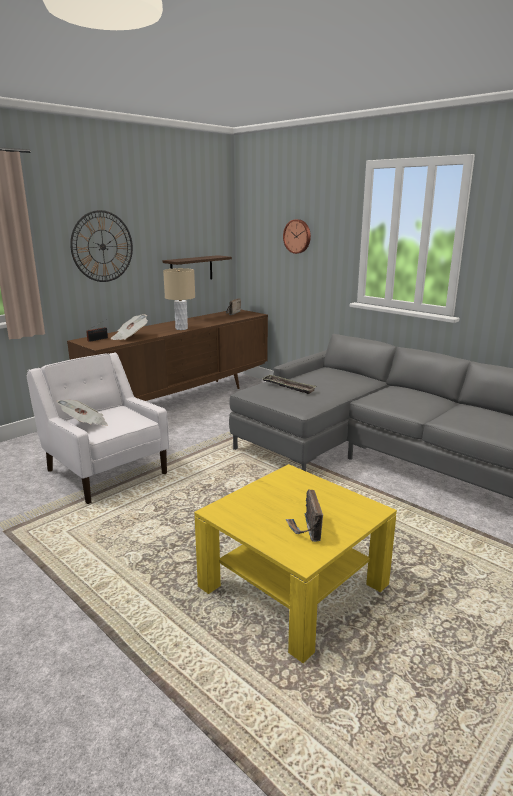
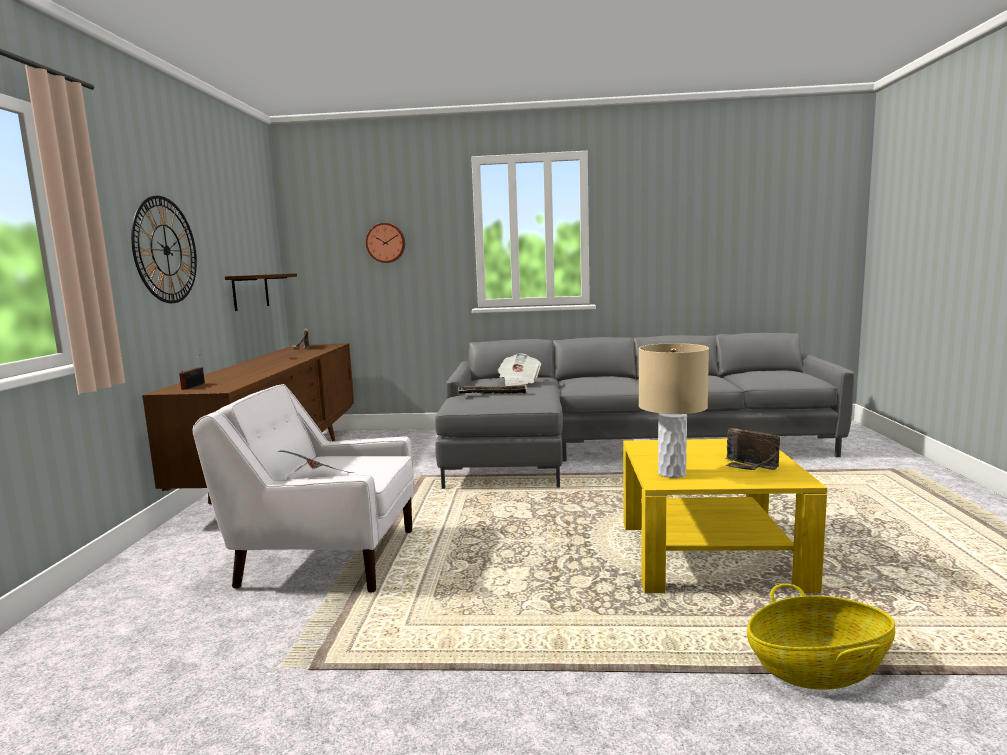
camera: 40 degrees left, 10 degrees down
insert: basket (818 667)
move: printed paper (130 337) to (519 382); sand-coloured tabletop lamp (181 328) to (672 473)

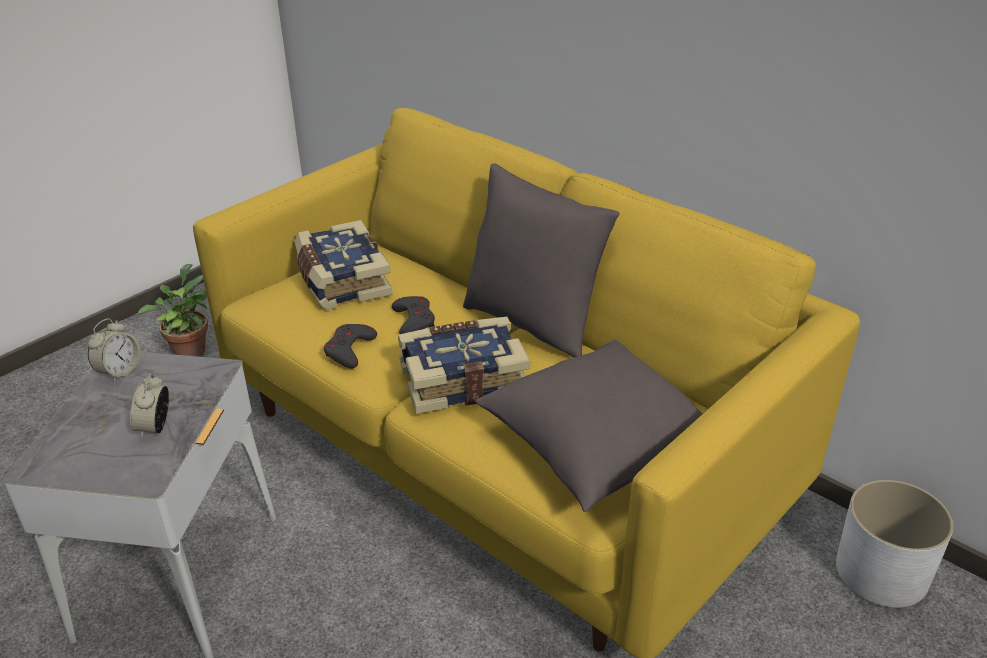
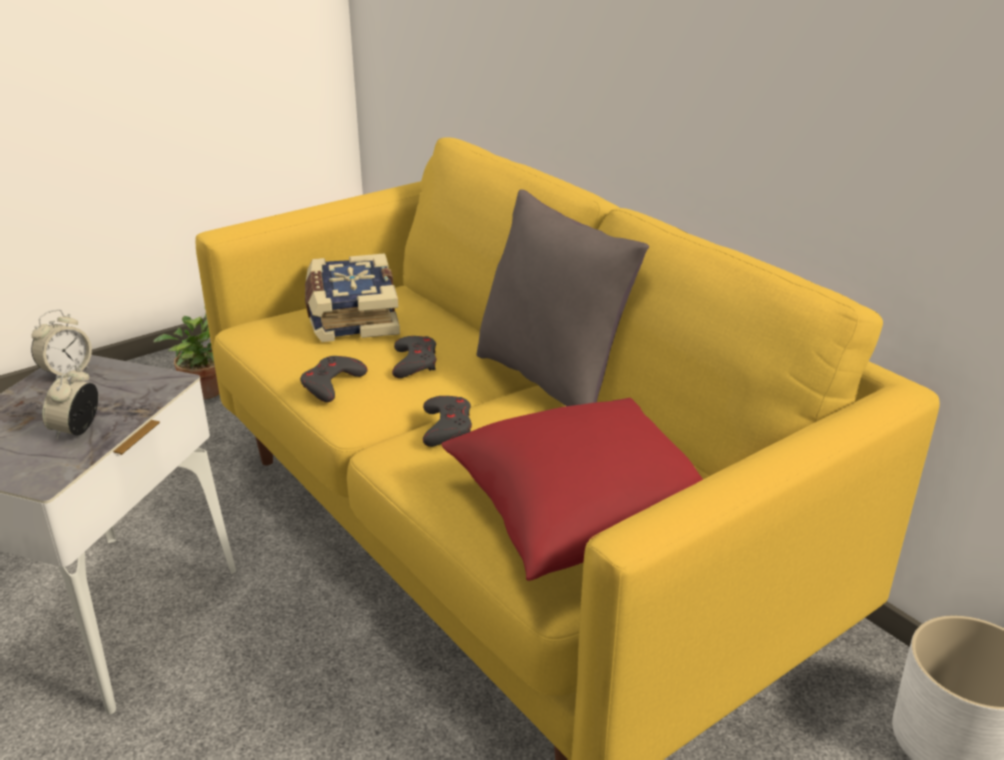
camera: 10 degrees right, 5 degrees down
replace: book (462 379) to greyish joypad (447 426)
recolor: greyish pillow (598 448) to red pillow (582 518)

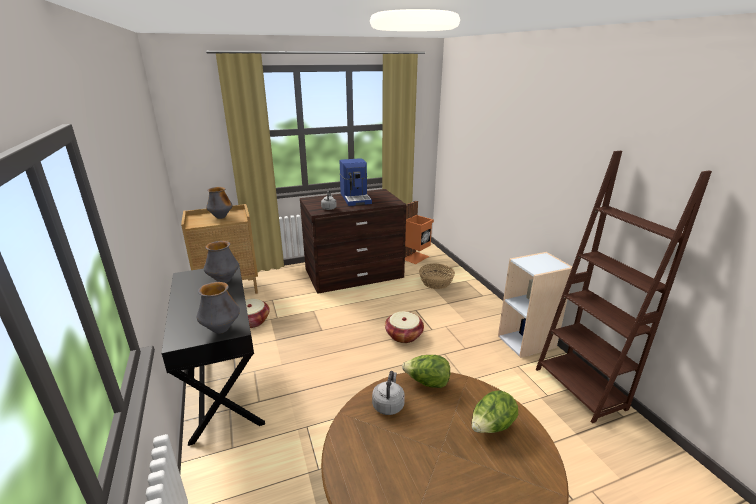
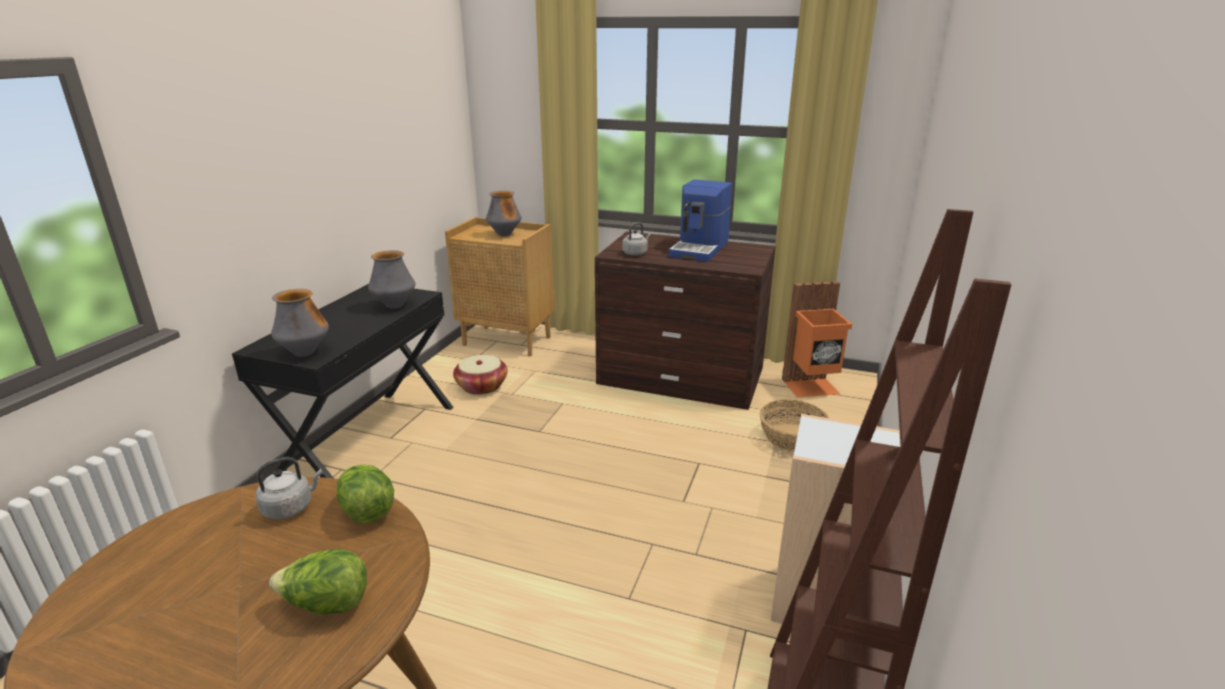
camera: 40 degrees right, 0 degrees up
delete: basket (404 335)

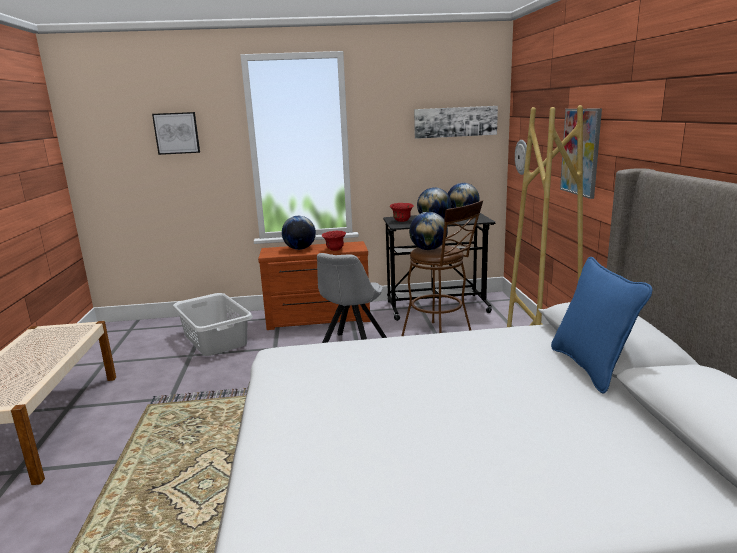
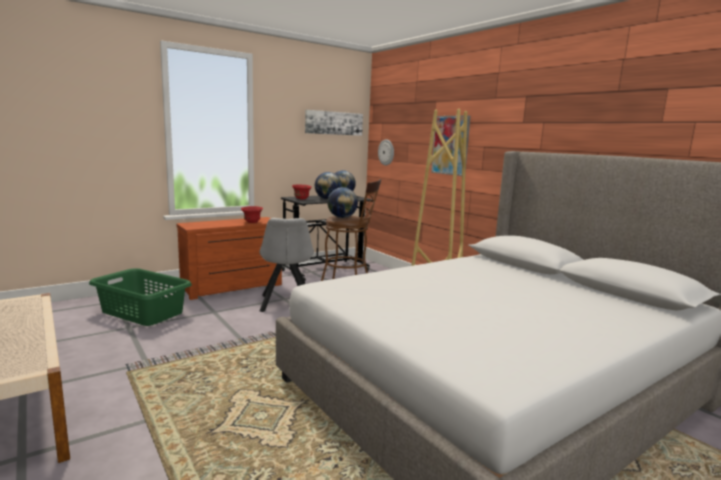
camera: 30 degrees left, 5 degrees down
delete: wall art (176 133); desk globe (300 249); blue-coloured pillow (591 367)
recolor: greyish washing basket (214 340) to greenish washing basket (142 313)

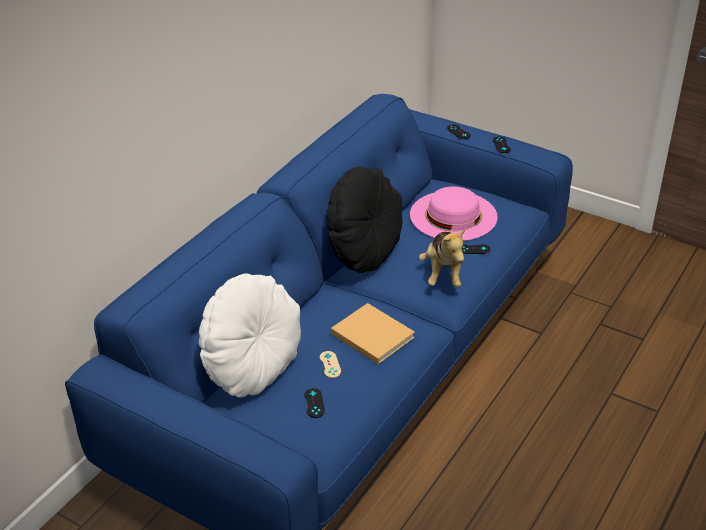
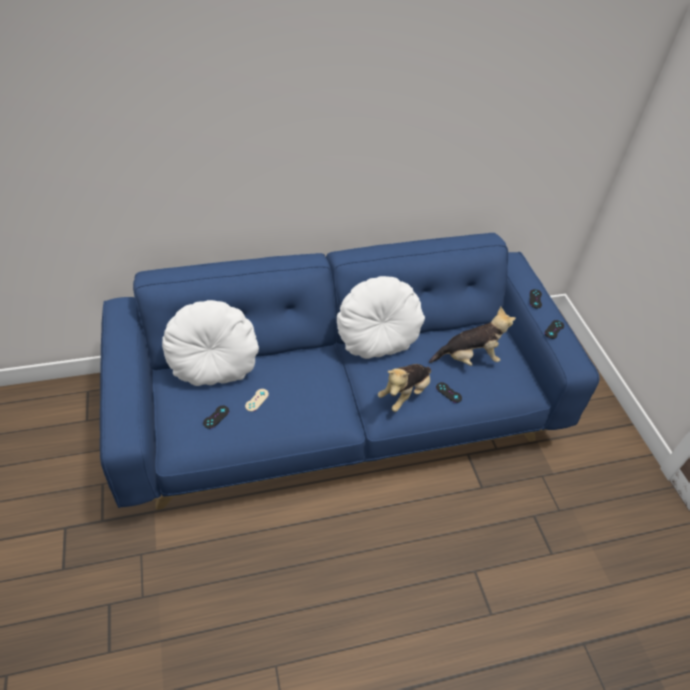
camera: 40 degrees right, 10 degrees up
delete: sand-coloured book (371 334)
replace: pink clothing hat (453 215) to cuddly toy (469 358)
recolor: blackish pillow (365 256) to white pillow (376 345)

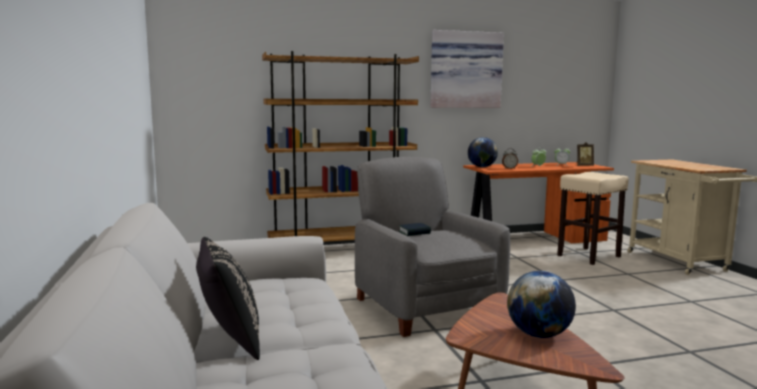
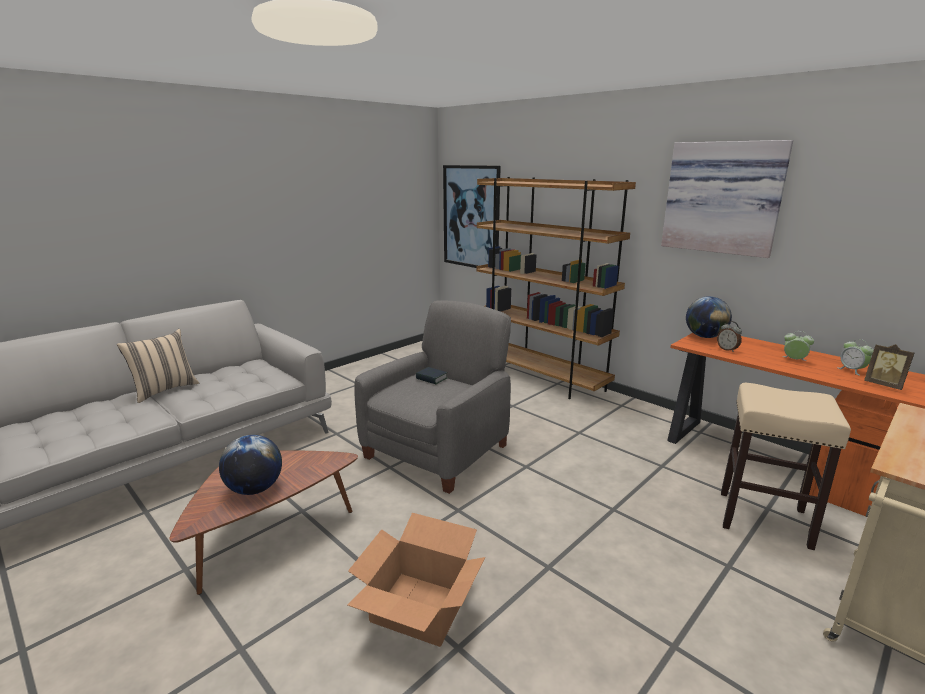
camera: 60 degrees right, 10 degrees up
insert: carton (419 608); wall art (471 217)
recolor: blackish pillow (229 341) to sand-coloured pillow (164 390)

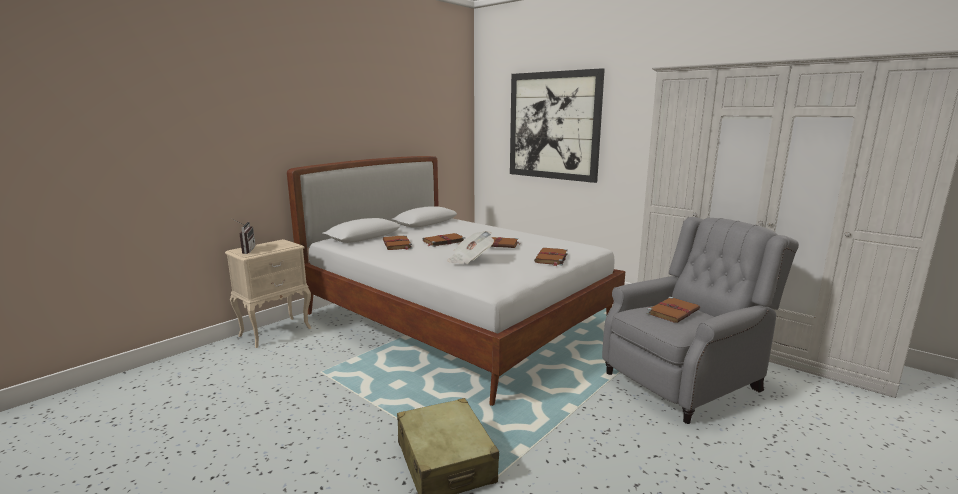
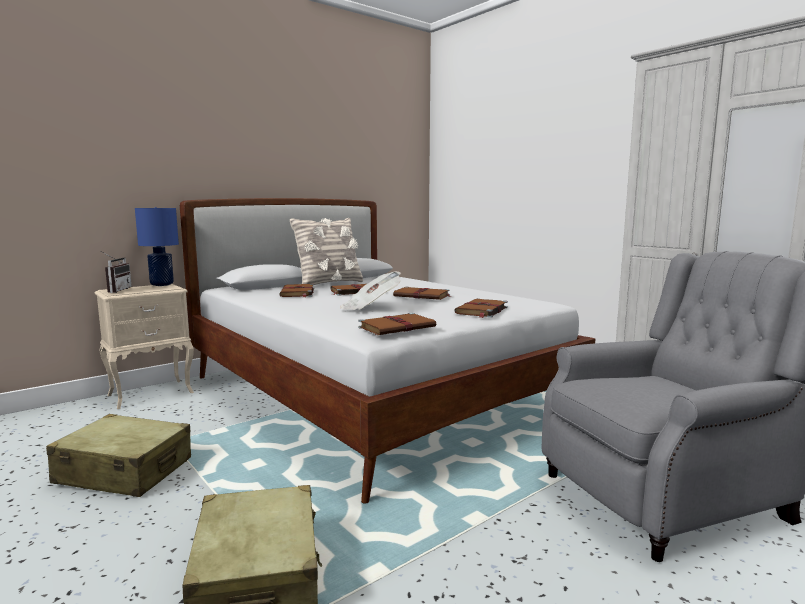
camera: 10 degrees right, 5 degrees down
delete: wall art (553 126)
insert: sand-coloured travel case (124 471); blue-coloured tabletop lamp (161 285); sand-coloured pillow (329 284)
move: brownish book (673 312) to (398 327)

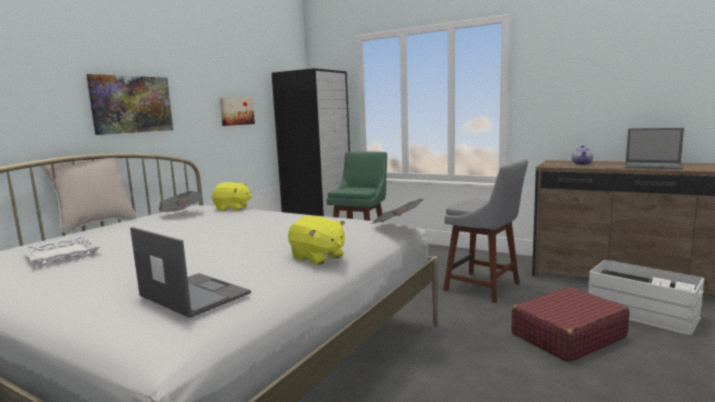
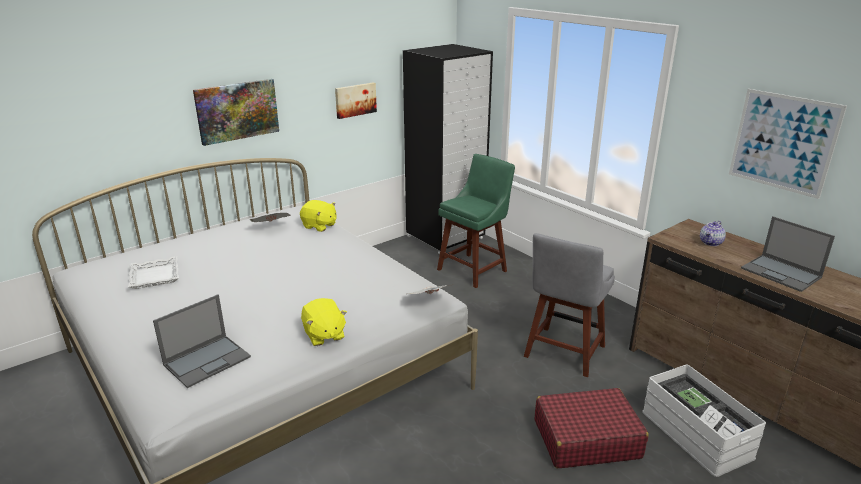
camera: 20 degrees right, 15 degrees up
delete: sand-coloured pillow (96 224)
insert: wall art (783 142)
rotate: notebook computer (193 294) = (208 360) 75 degrees clockwise; greyish chair (485 287) = (562 353) 60 degrees clockwise

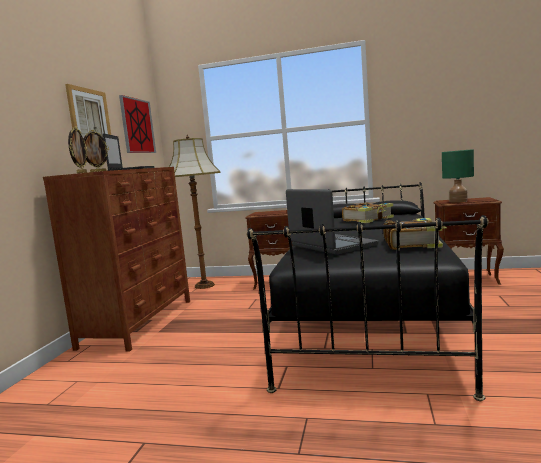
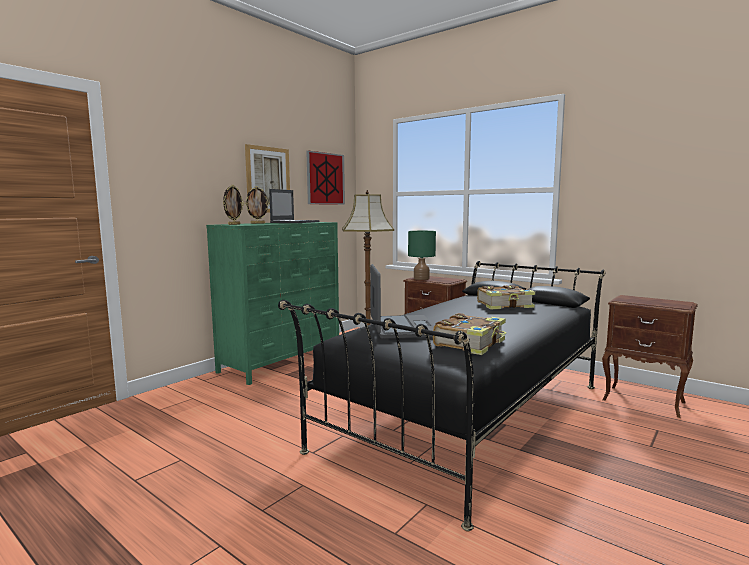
camera: 25 degrees right, 0 degrees up
move: greenish tabletop lamp (458 201) to (421 278)
recolor: brownish drawer chest (139 322) to greenish drawer chest (281 362)

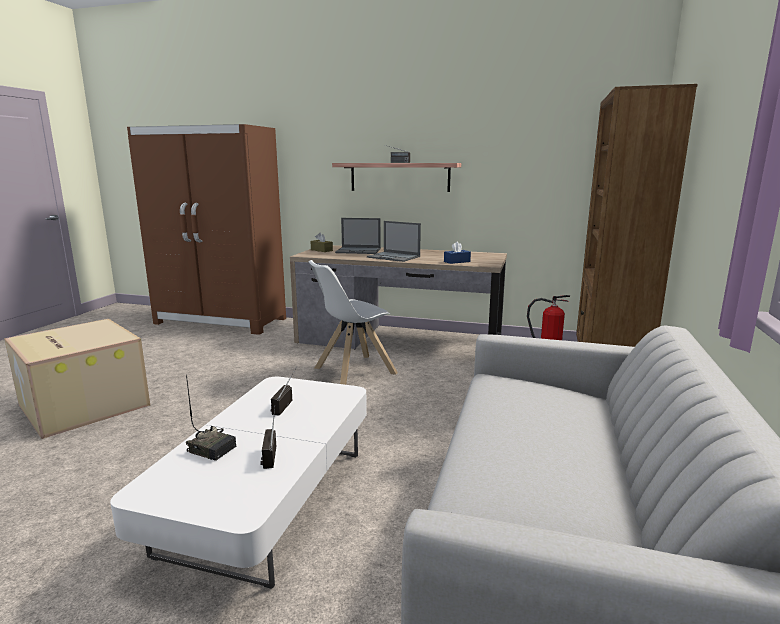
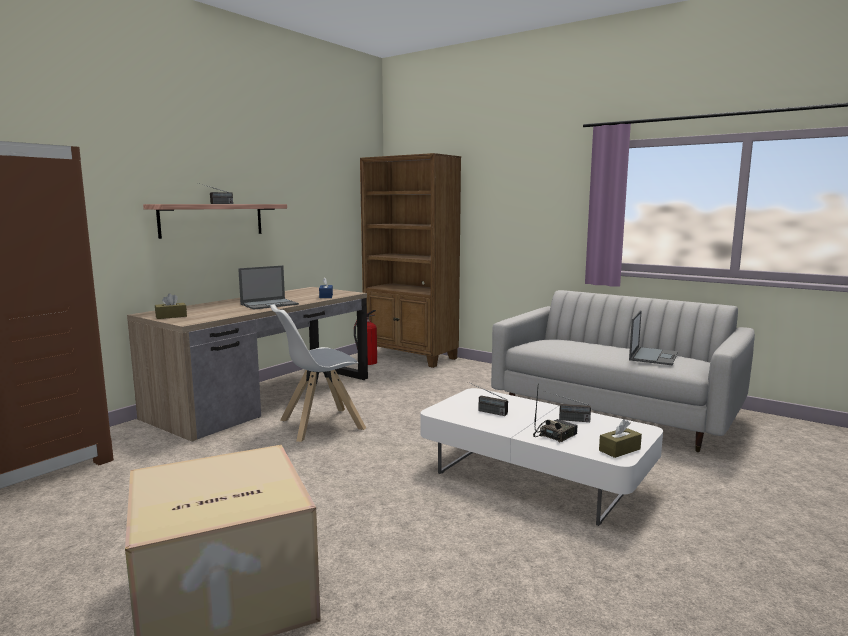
camera: 70 degrees left, 5 degrees down
insert: brownish tissue holder (619 450)
move: notebook computer (359 251) to (653 356)
rotate: chair (352 371) = (319 425) 75 degrees clockwise

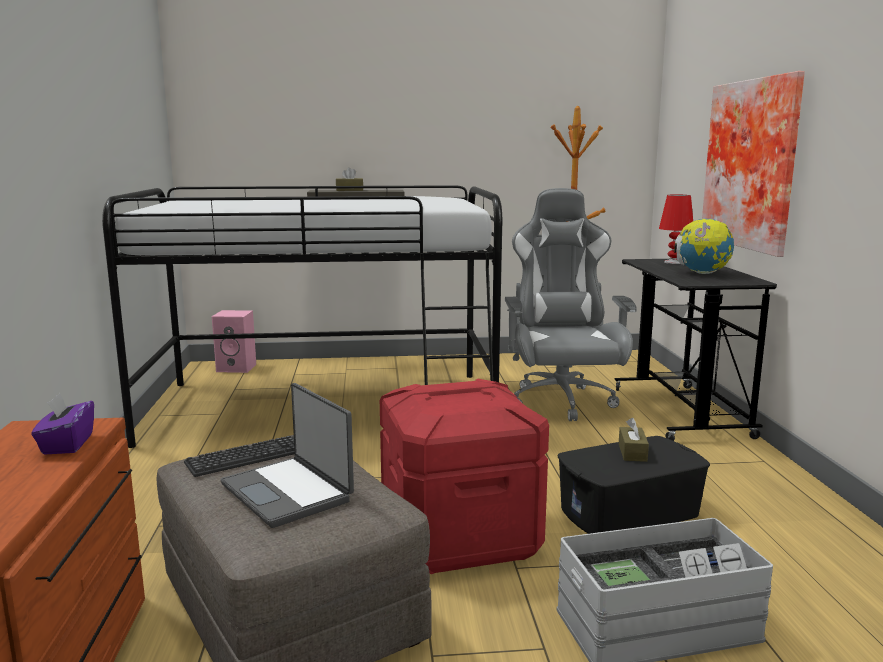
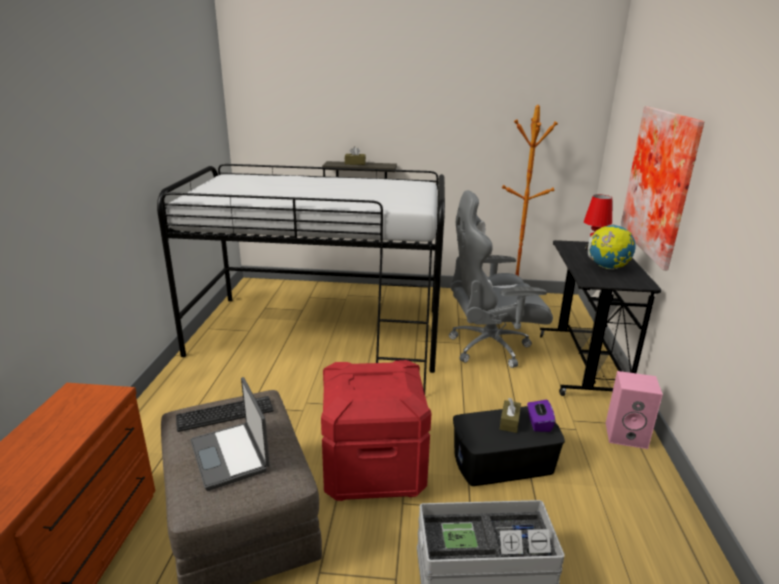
camera: 10 degrees right, 10 degrees up
move: purplish tissue holder (67 444) to (538 423); pink speaker (237 368) to (627 435)
rotate: greyish office chair (563 404) = (494 347) 105 degrees counterclockwise

